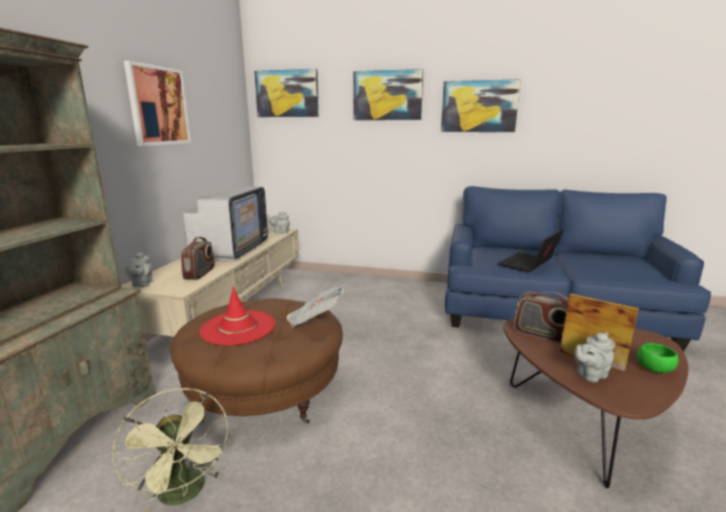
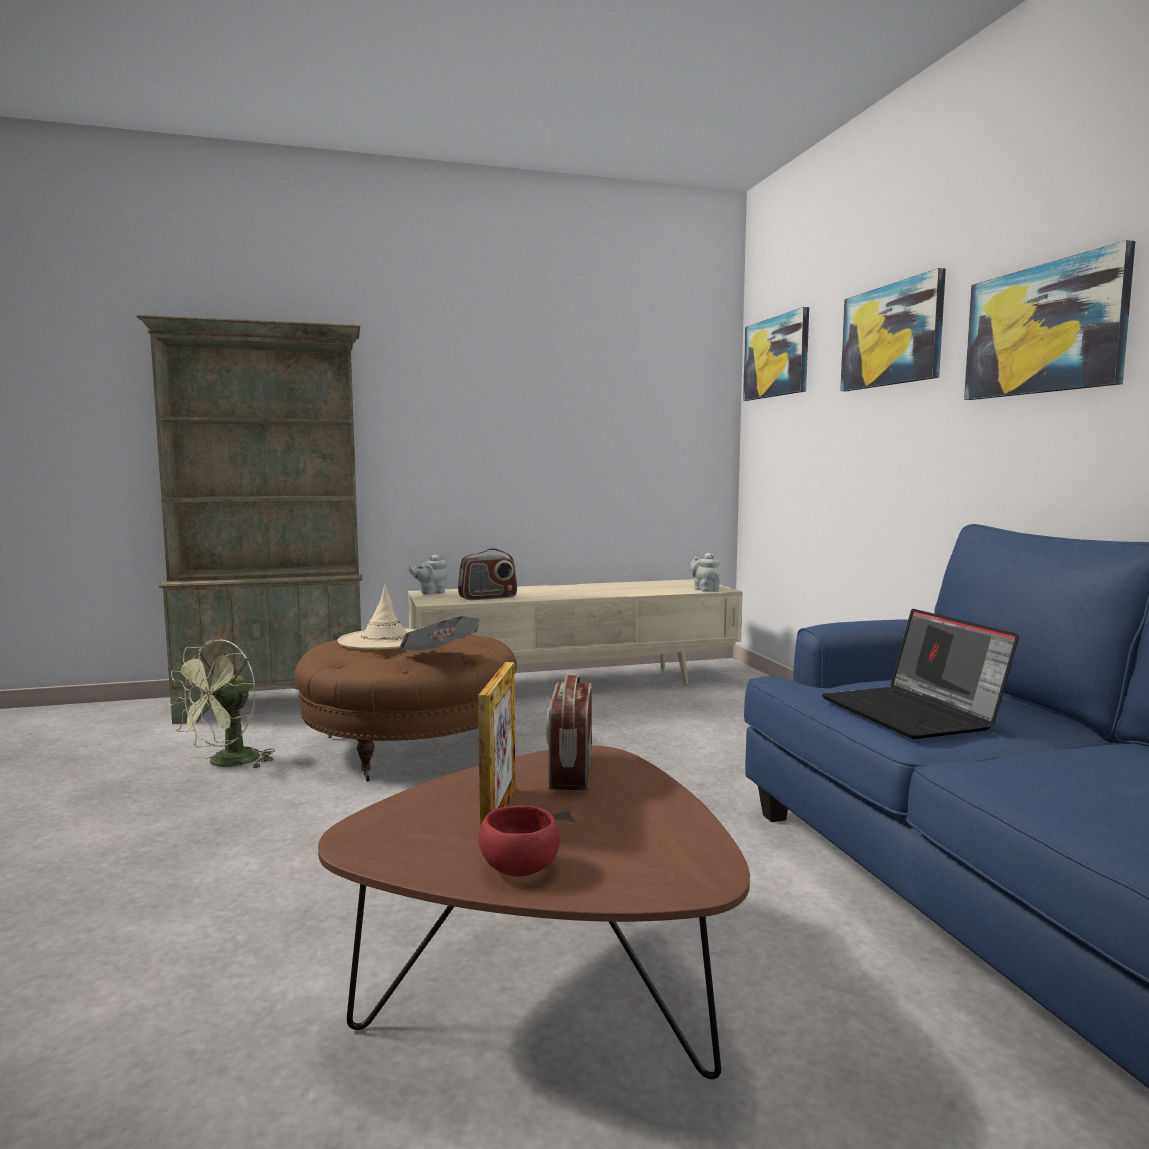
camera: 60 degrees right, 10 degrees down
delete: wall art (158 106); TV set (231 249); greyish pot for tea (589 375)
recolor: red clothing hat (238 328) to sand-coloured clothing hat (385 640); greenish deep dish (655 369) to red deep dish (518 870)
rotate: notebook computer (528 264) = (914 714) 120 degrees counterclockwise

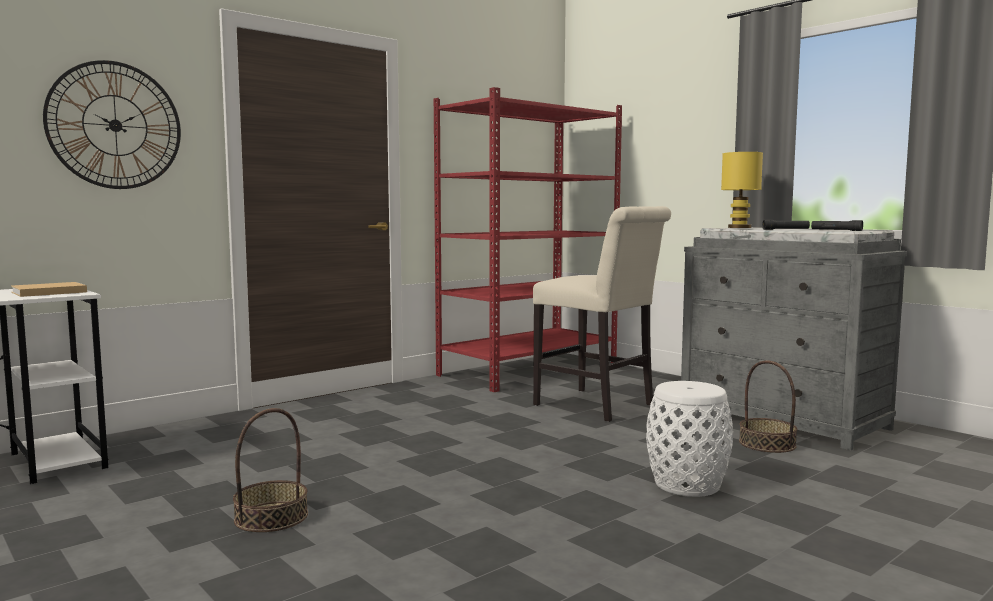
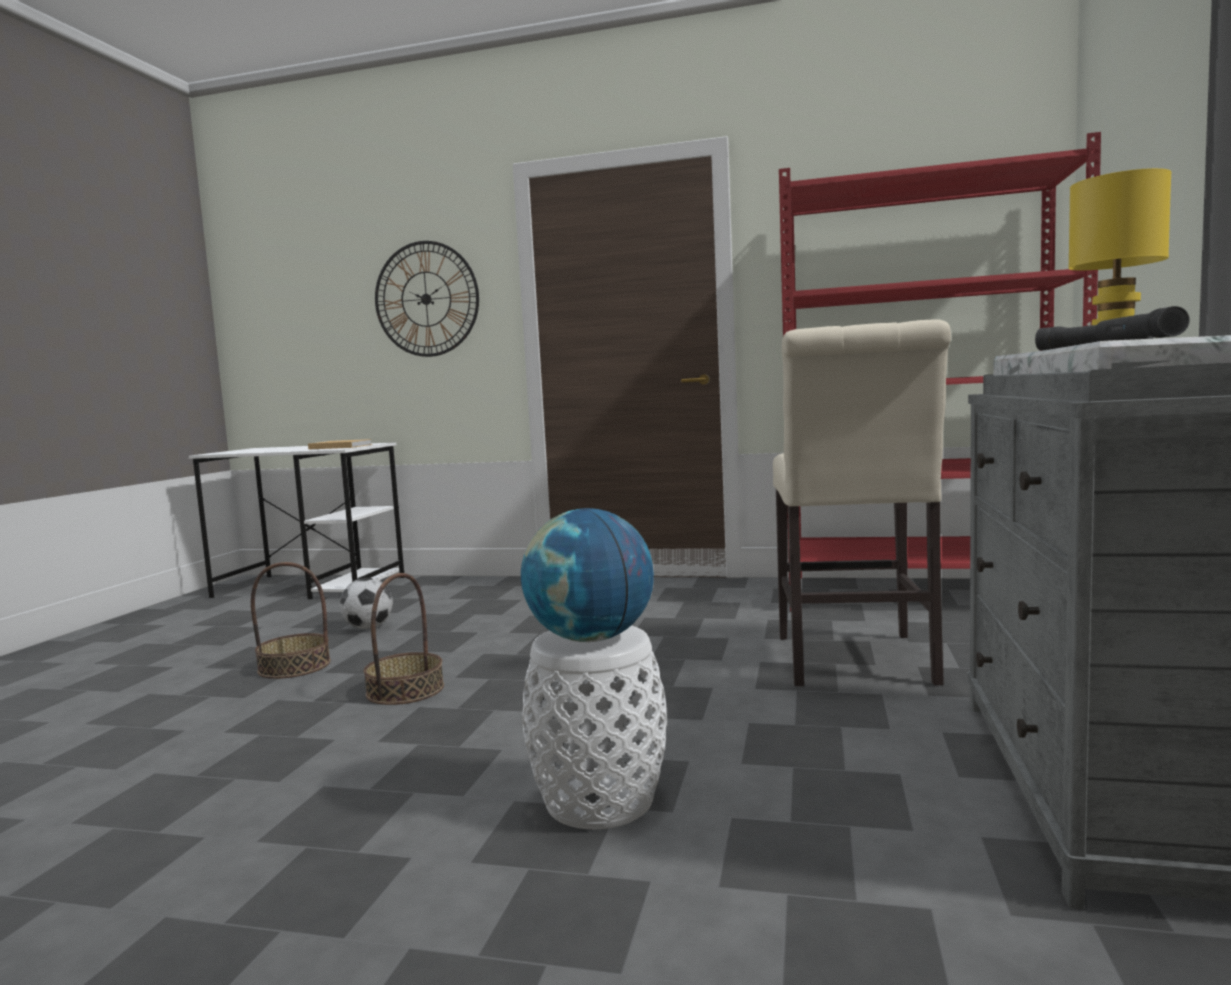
camera: 55 degrees right, 0 degrees up
insert: football ball (368 627); desk globe (591 639)
move: basket (767 444) to (405 690)

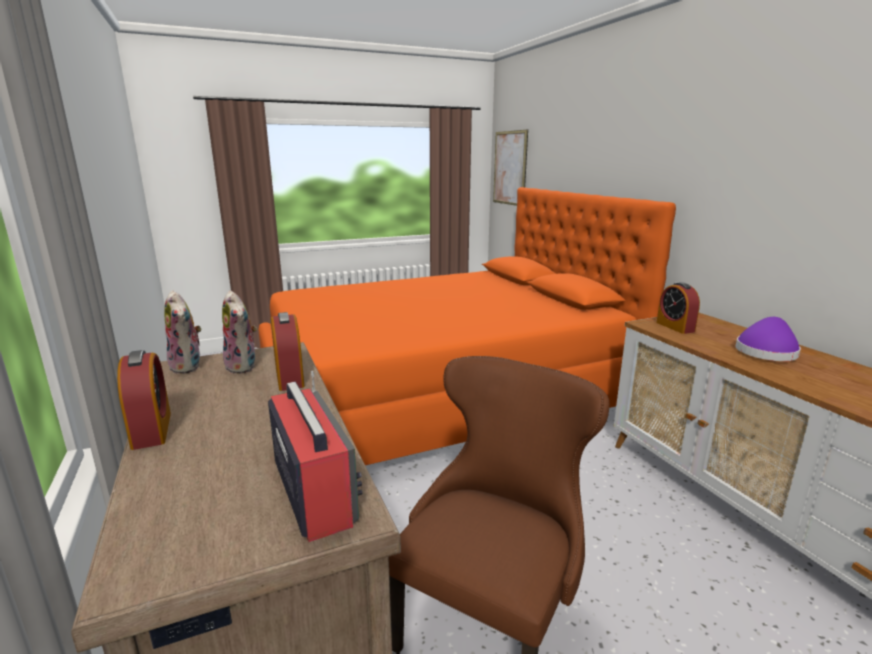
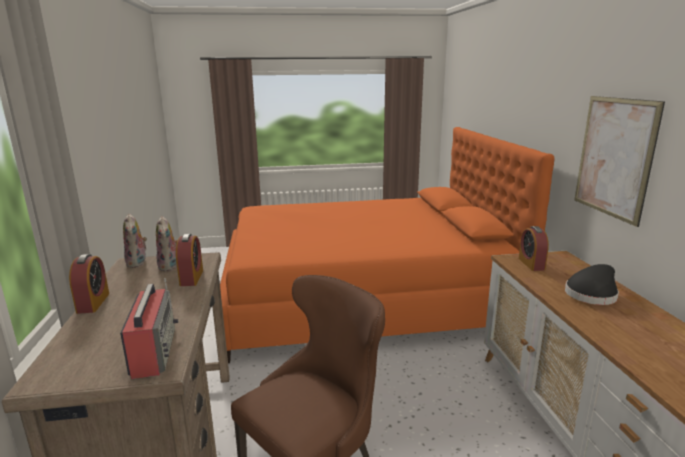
camera: 15 degrees right, 0 degrees up
move: wall art (510 168) to (614 157)
recolor: purplish clothing hat (766 351) to blackish clothing hat (592 294)

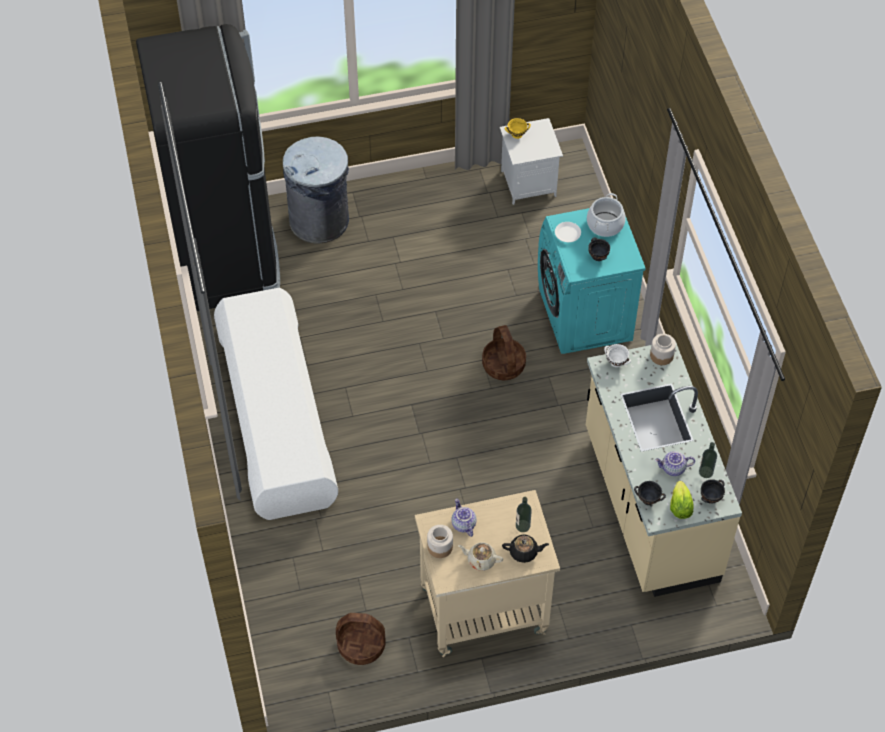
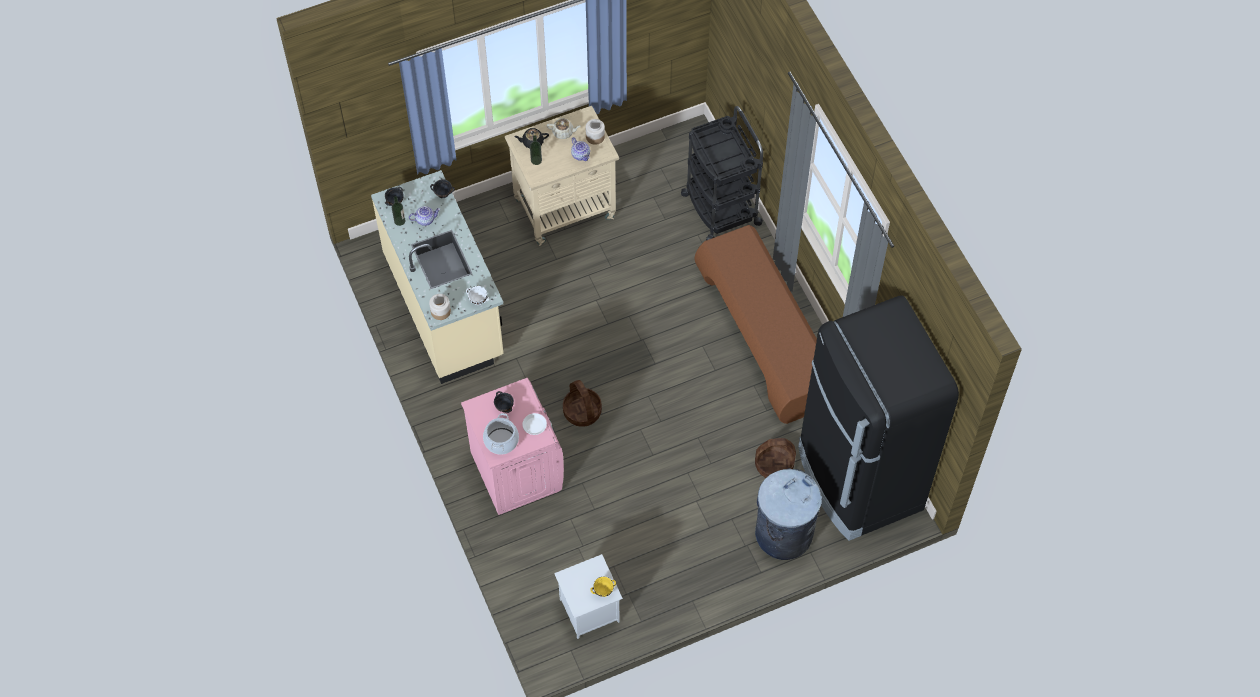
camera: 170 degrees right, 5 degrees up
delete: lettuce head (680 507)
insert: blackish trolley (720 209)
move: basket (361 646) to (774 464)
recolor: white long seat (275 416) to brownish long seat (766 335); turquoise-coloured laundry appliance (584 316) to pink laundry appliance (516 471)

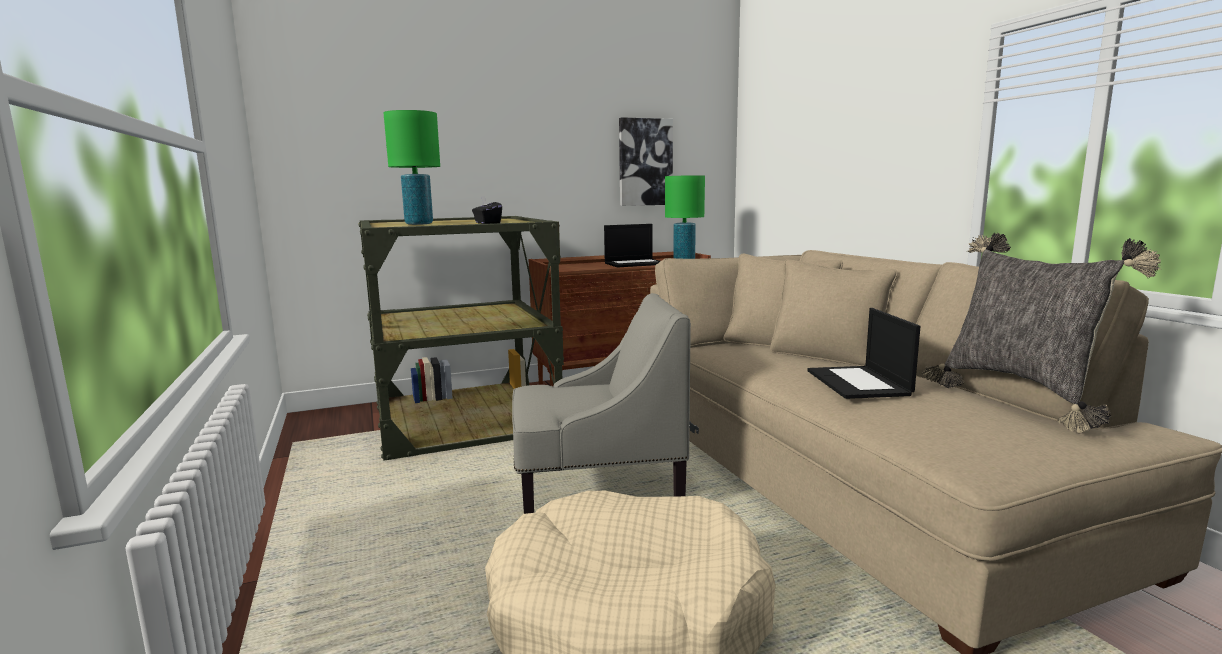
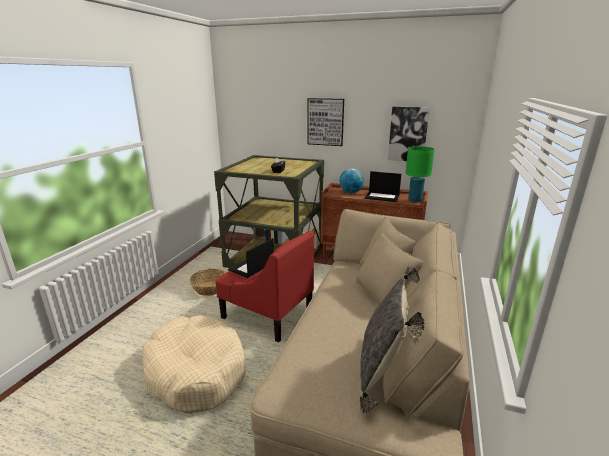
camera: 40 degrees right, 10 degrees up
delete: greenish tabletop lamp (418 224)
insert: basket (210 288); wall art (325 122); desk globe (351 192)
move: notebook computer (859 383) to (251 267)
recolor: greyish lounge chair (596 489) to red lounge chair (266 314)

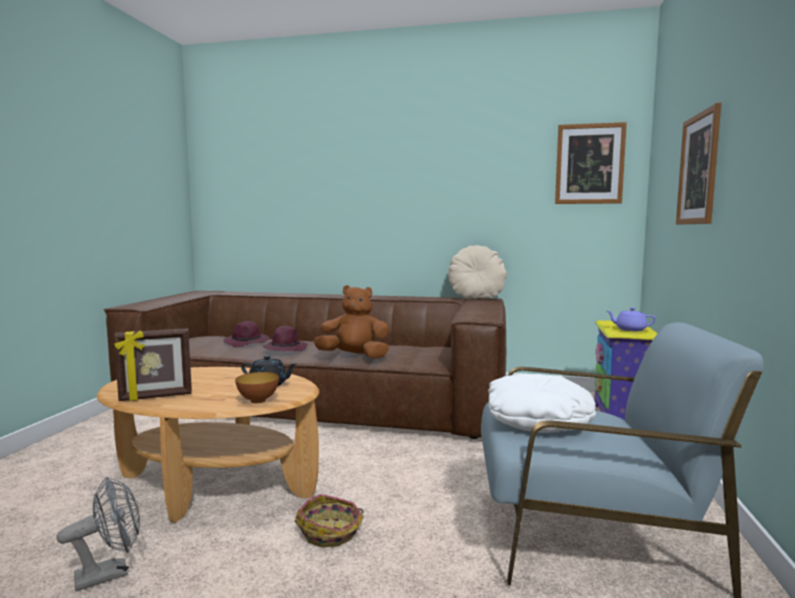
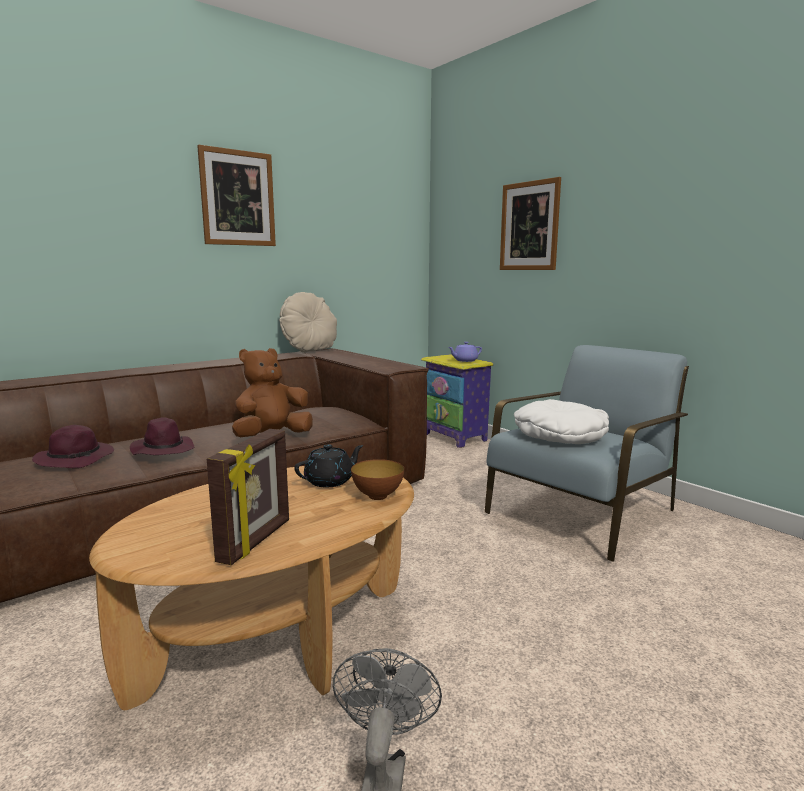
camera: 50 degrees left, 5 degrees up
delete: basket (331 531)
move: wall art (589 164) to (238 198)

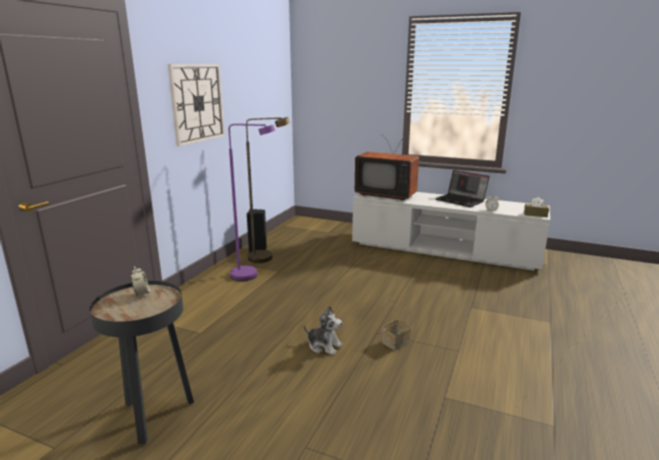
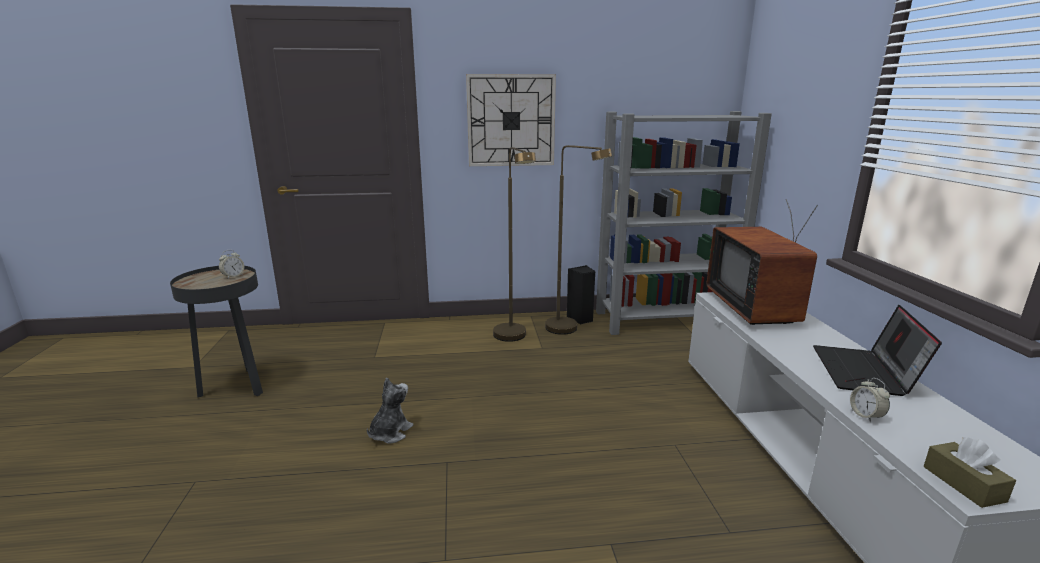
camera: 60 degrees right, 0 degrees up
delete: basket (396 342)
insert: greyish bookcase (665 319)
recolor: purplish standing lamp (251 275) to brownish standing lamp (513 338)
rotate: cuddly toy (324 346) = (390 433) 150 degrees counterclockwise

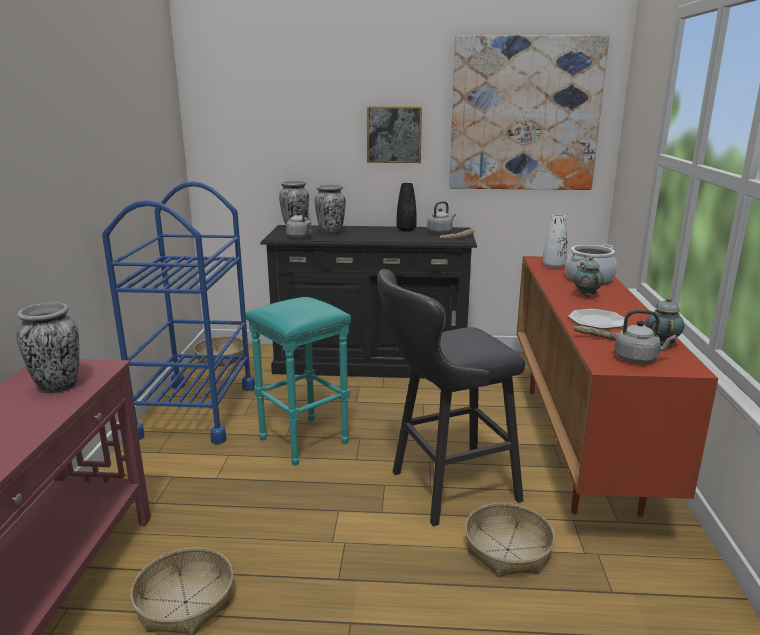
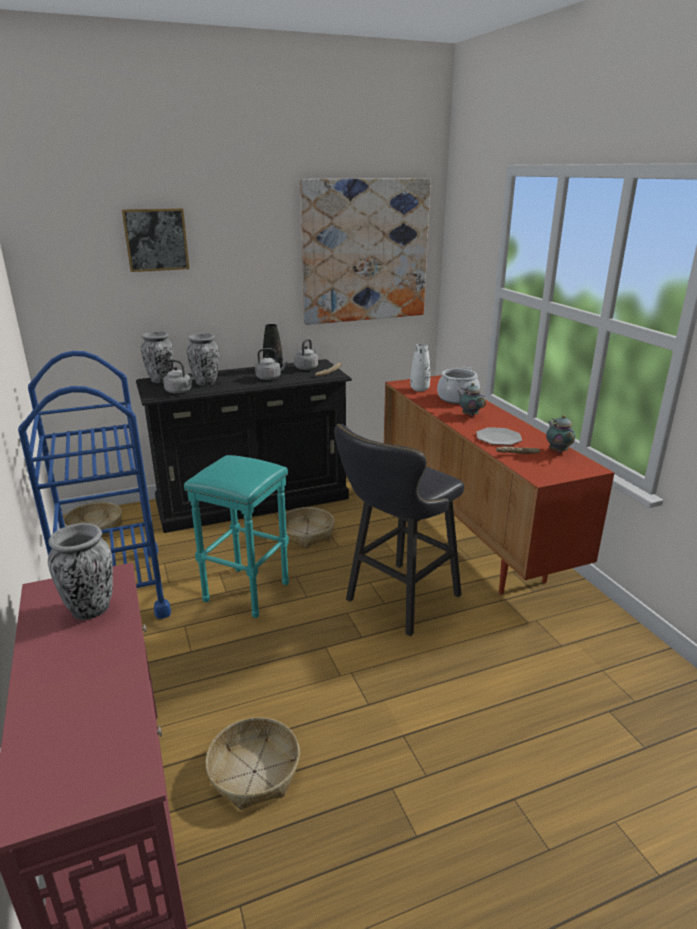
camera: 25 degrees left, 5 degrees up
move: wall art (394 134) to (156 240); basket (507 549) to (307 533); greyish tea kettle (638 359) to (270 378)

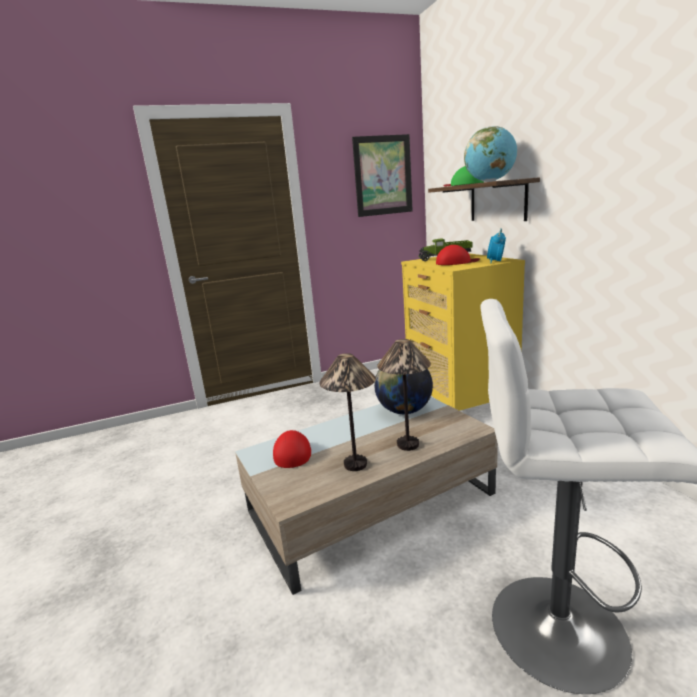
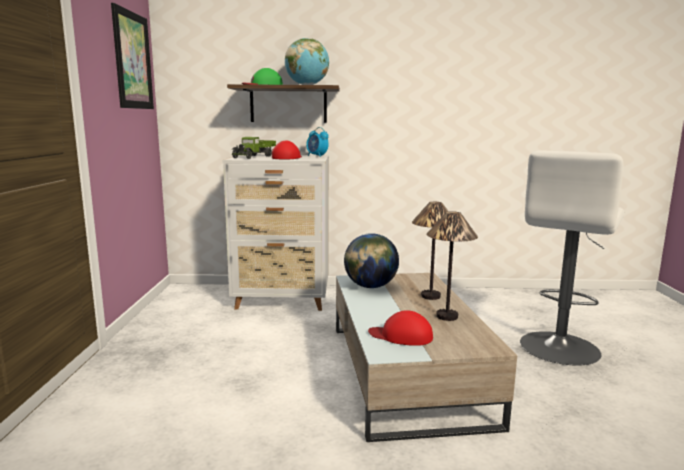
camera: 70 degrees left, 5 degrees down
recolor: yellow drawer chest (460 399) to white drawer chest (283 298)

